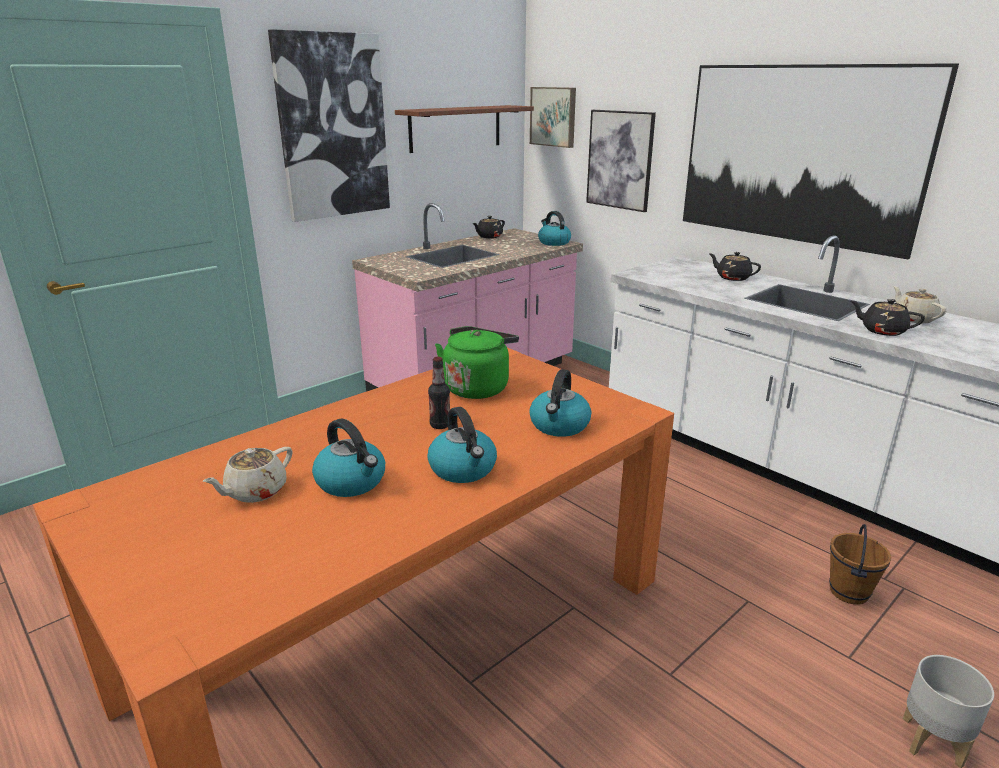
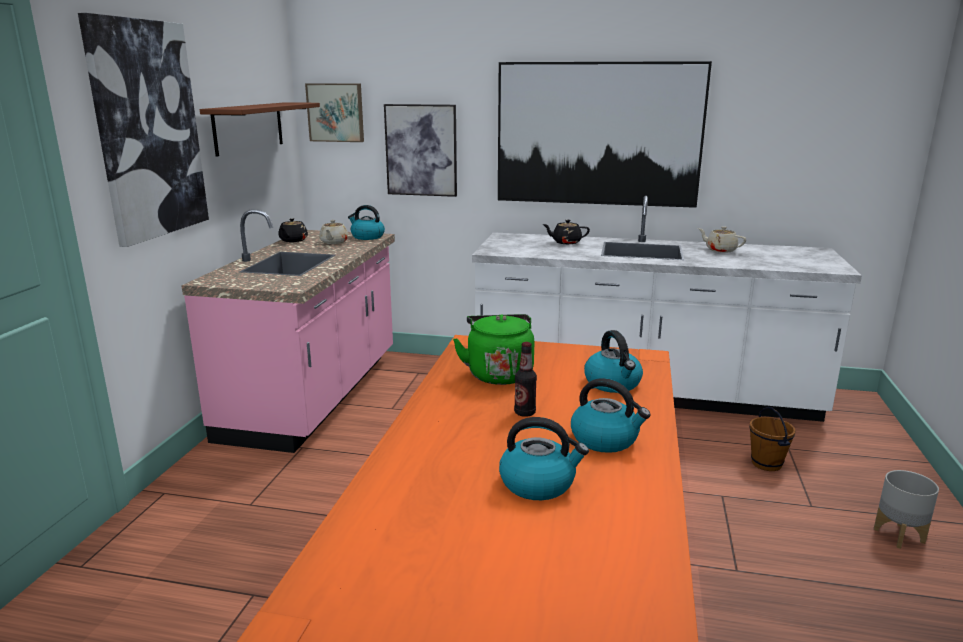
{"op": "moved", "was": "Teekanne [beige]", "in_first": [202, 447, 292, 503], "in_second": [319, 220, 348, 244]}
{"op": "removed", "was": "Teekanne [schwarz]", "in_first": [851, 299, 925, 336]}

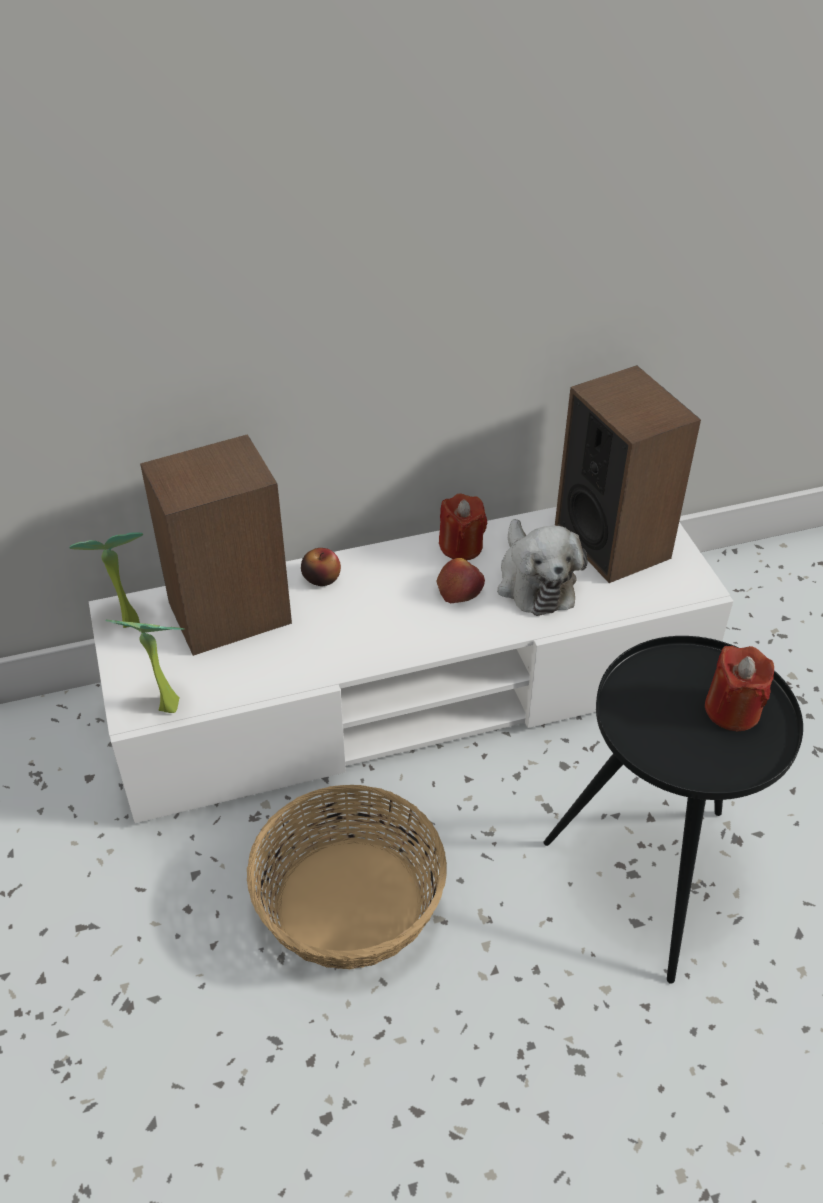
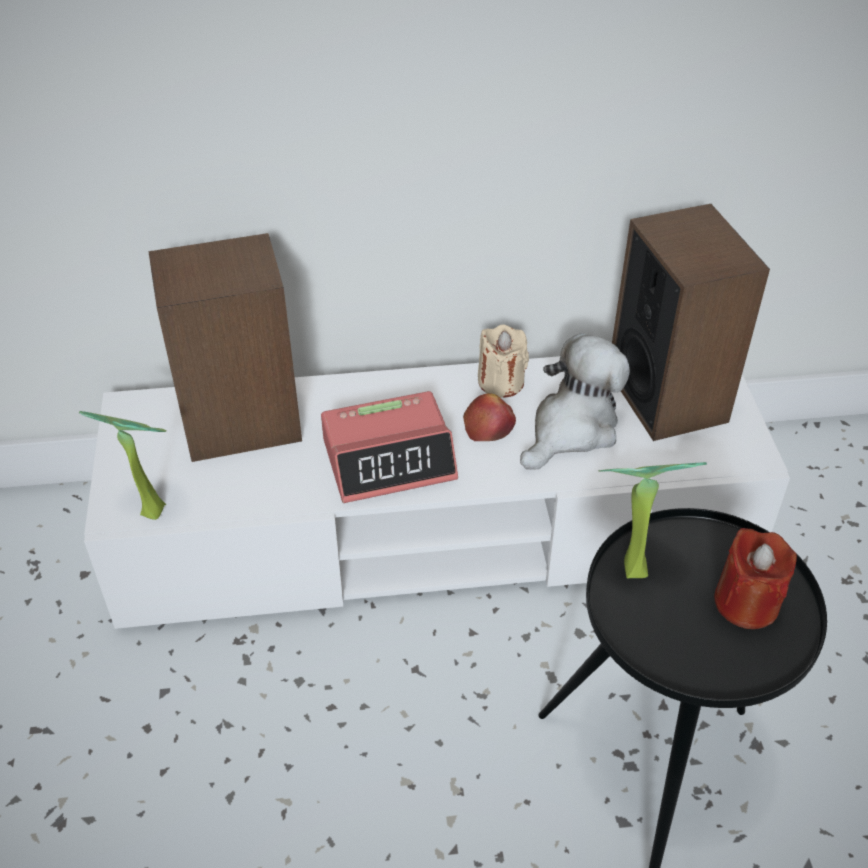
{"op": "added", "now": "Wecker", "in_second": [321, 391, 458, 503]}
{"op": "recoloured", "was": "Kerze [rot]", "now": "Kerze [beige]", "in_first": [439, 493, 487, 560], "in_second": [478, 324, 529, 398]}
{"op": "turned", "was": "Plüschtier", "in_first": [497, 519, 588, 616], "in_second": [520, 333, 630, 470], "clockwise": -135}
{"op": "moved", "was": "Topfpflanze", "in_first": [69, 532, 143, 628], "in_second": [598, 462, 707, 578]}
{"op": "removed", "was": "Korb", "in_first": [247, 785, 447, 969]}
{"op": "removed", "was": "Apfel", "in_first": [301, 548, 341, 586]}

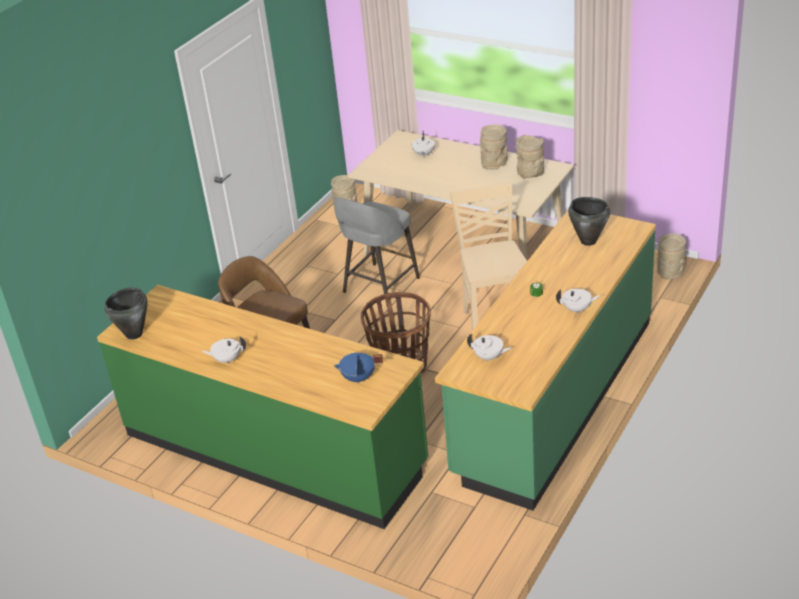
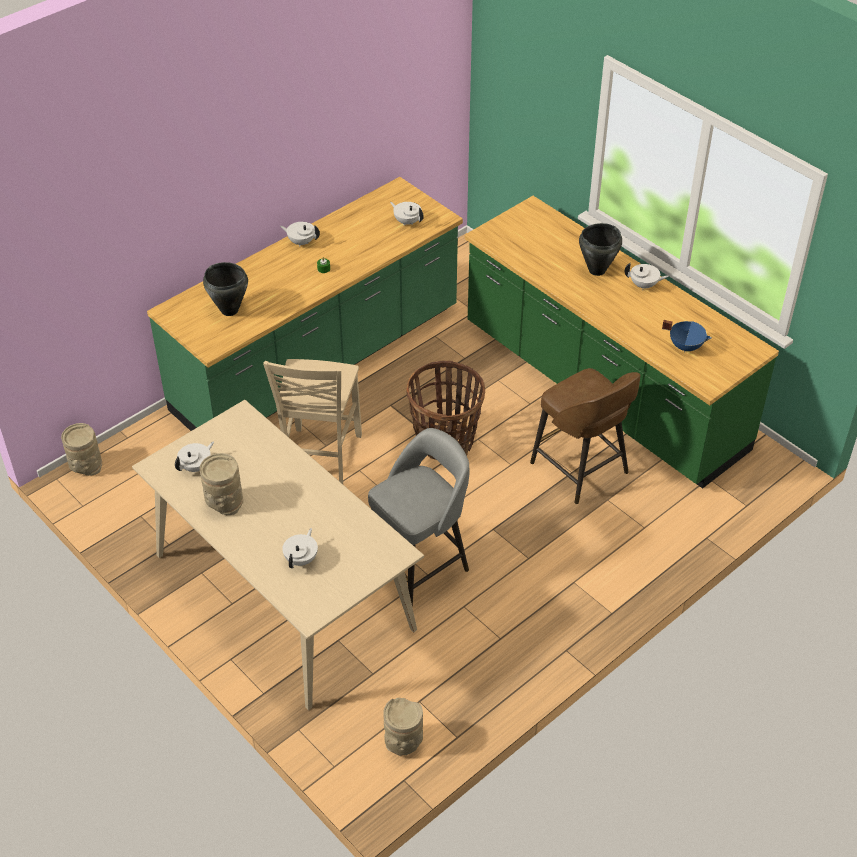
{"op": "replaced", "was": "Vase [beige]", "now": "Teekanne [weiß]", "in_first": [516, 135, 544, 178], "in_second": [175, 441, 214, 472]}
{"op": "moved", "was": "Kochtopf [schwarz]", "in_first": [105, 287, 147, 339], "in_second": [579, 223, 622, 276]}
{"op": "moved", "was": "Kochtopf [blau]", "in_first": [334, 353, 383, 384], "in_second": [662, 320, 712, 352]}

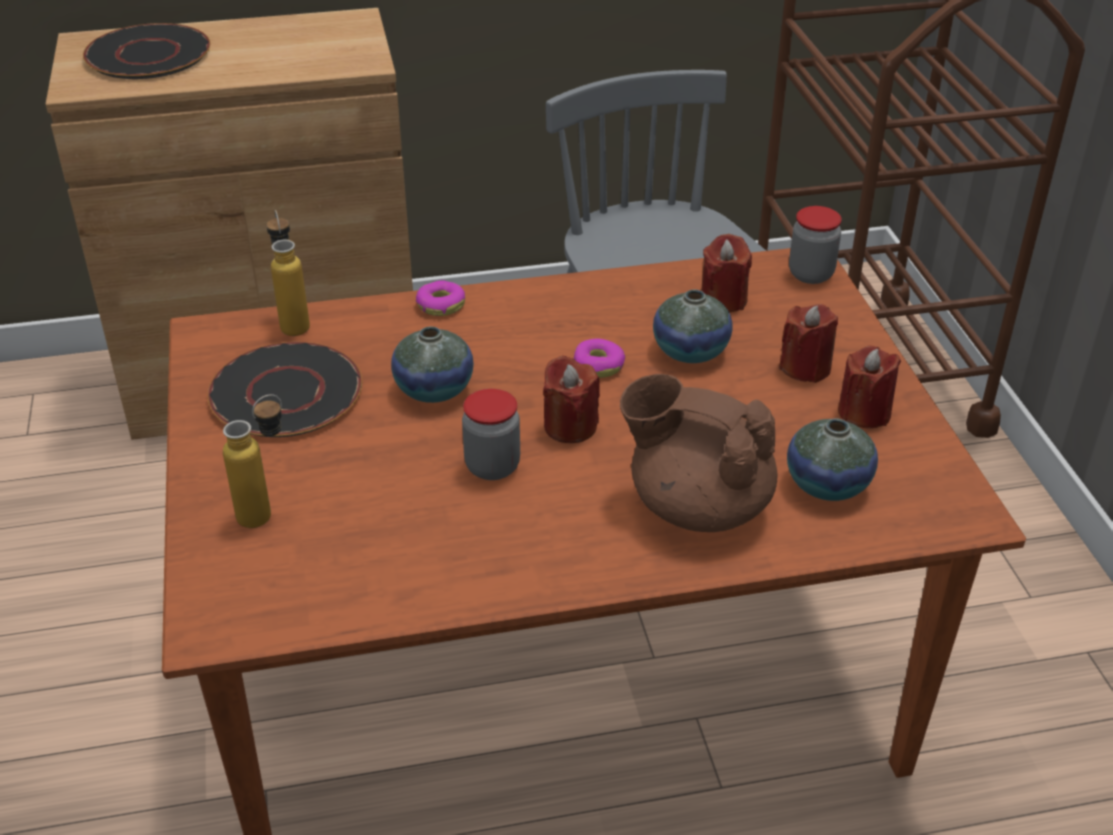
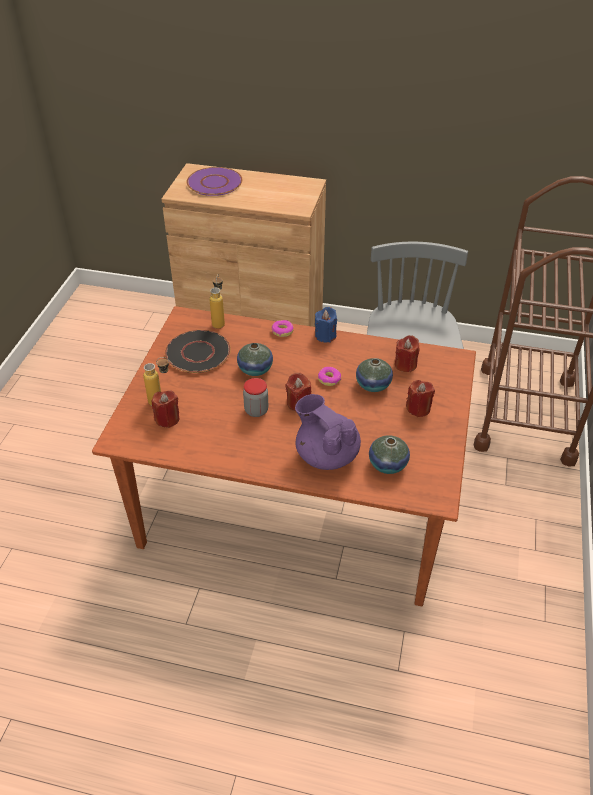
{"op": "moved", "was": "Kerze [rot]", "in_first": [838, 345, 901, 428], "in_second": [151, 390, 180, 428]}
{"op": "recoloured", "was": "Teller [schwarz]", "now": "Teller [lila]", "in_first": [83, 23, 210, 79], "in_second": [186, 167, 243, 196]}
{"op": "recoloured", "was": "Teekanne [braun]", "now": "Teekanne [lila]", "in_first": [620, 374, 777, 532], "in_second": [295, 394, 361, 470]}
{"op": "added", "now": "Kerze [blau]", "in_second": [315, 307, 337, 342]}
{"op": "removed", "was": "Vorratsglas", "in_first": [789, 206, 842, 284]}

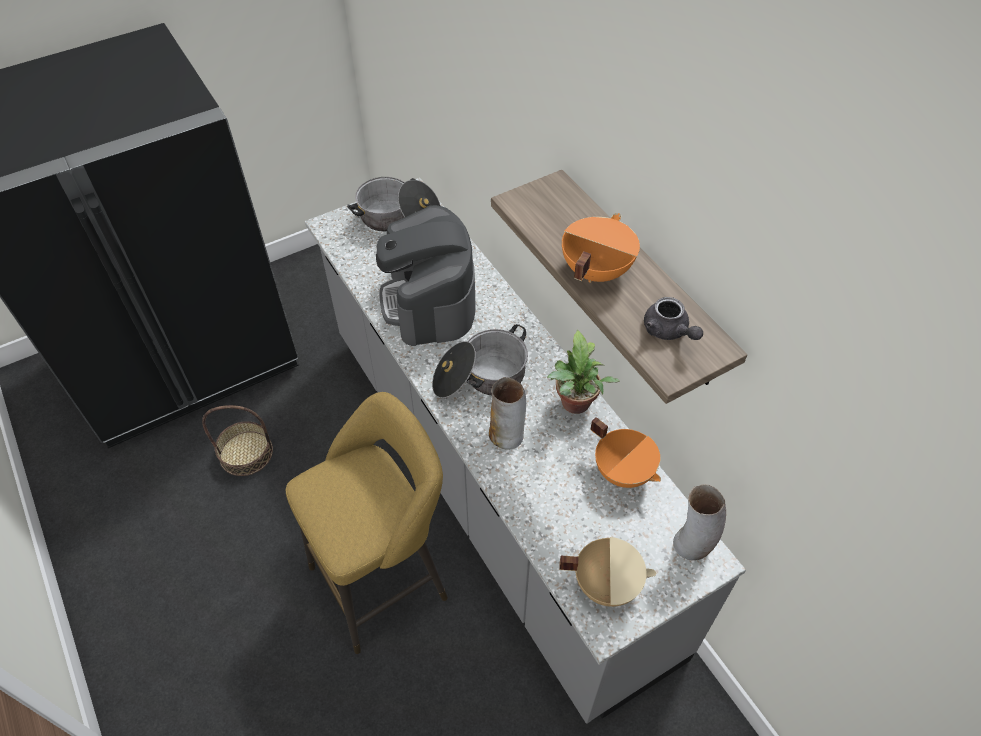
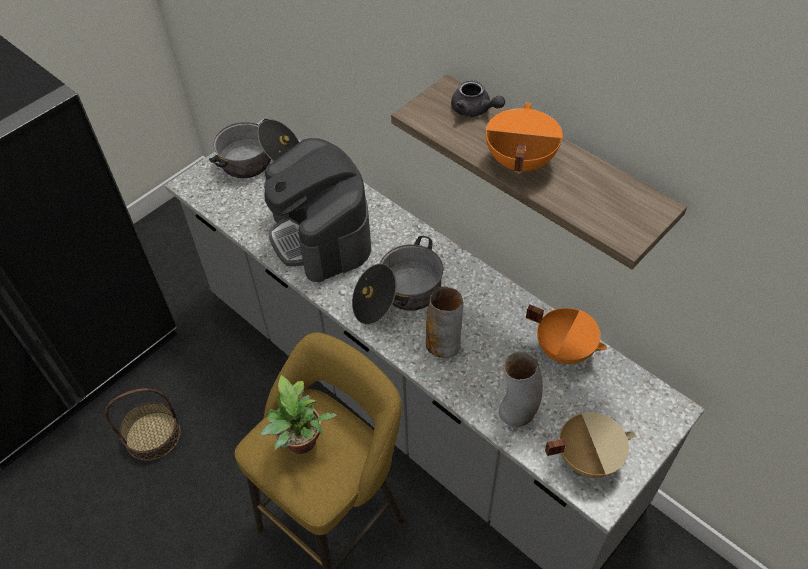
{"op": "moved", "was": "Topfpflanze", "in_first": [547, 330, 620, 414], "in_second": [260, 374, 337, 454]}
{"op": "moved", "was": "Teekanne [grau]", "in_first": [644, 297, 703, 340], "in_second": [451, 80, 505, 117]}
{"op": "moved", "was": "Vase", "in_first": [673, 484, 726, 560], "in_second": [499, 351, 543, 427]}

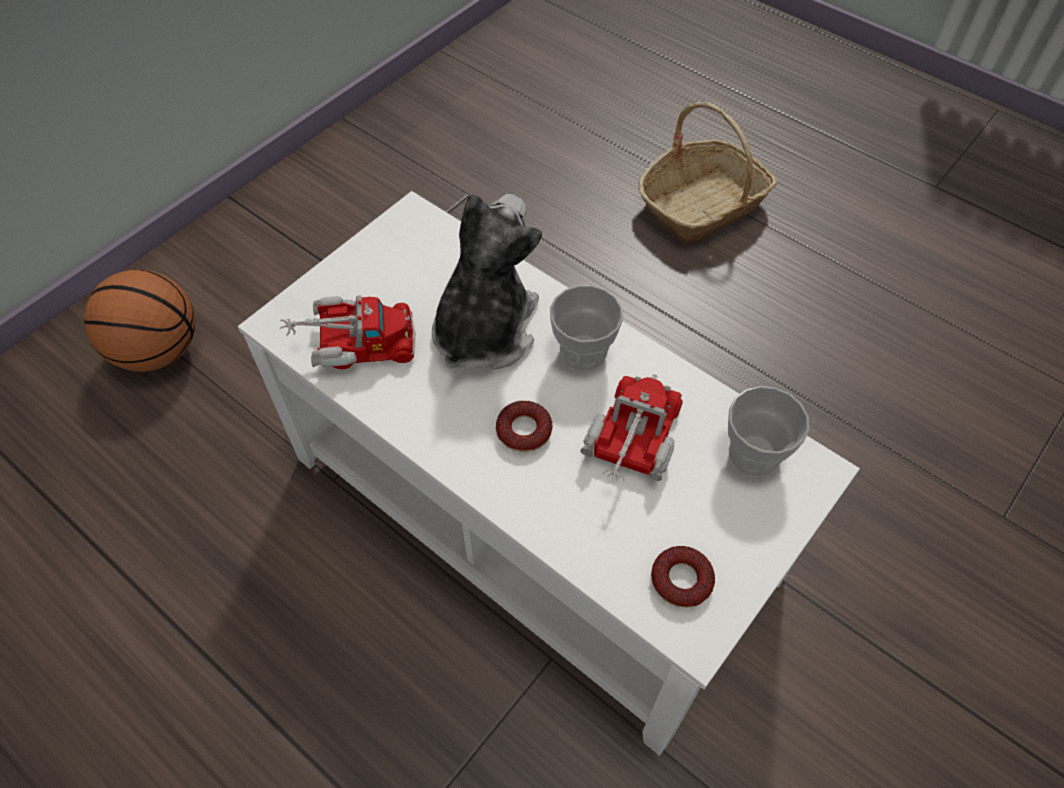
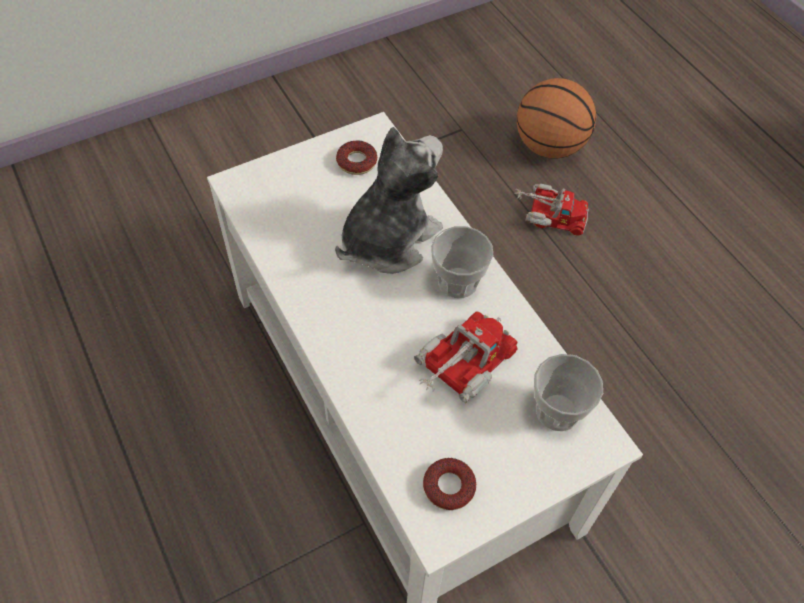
{"op": "moved", "was": "Donut", "in_first": [496, 401, 552, 452], "in_second": [336, 140, 377, 175]}
{"op": "moved", "was": "Spielzeuglaster", "in_first": [279, 295, 416, 369], "in_second": [514, 184, 589, 236]}
{"op": "moved", "was": "Basketball", "in_first": [84, 269, 195, 372], "in_second": [517, 78, 596, 158]}
{"op": "removed", "was": "Korb", "in_first": [638, 102, 777, 243]}

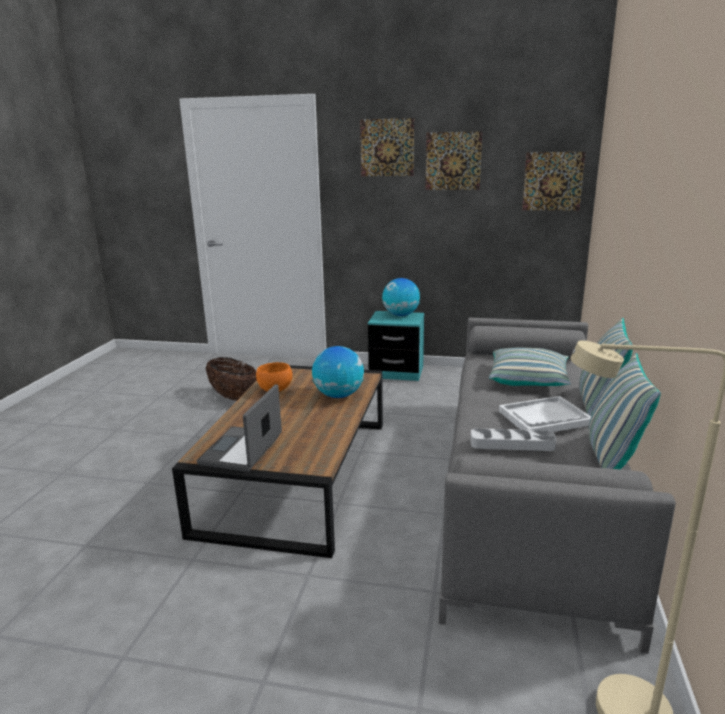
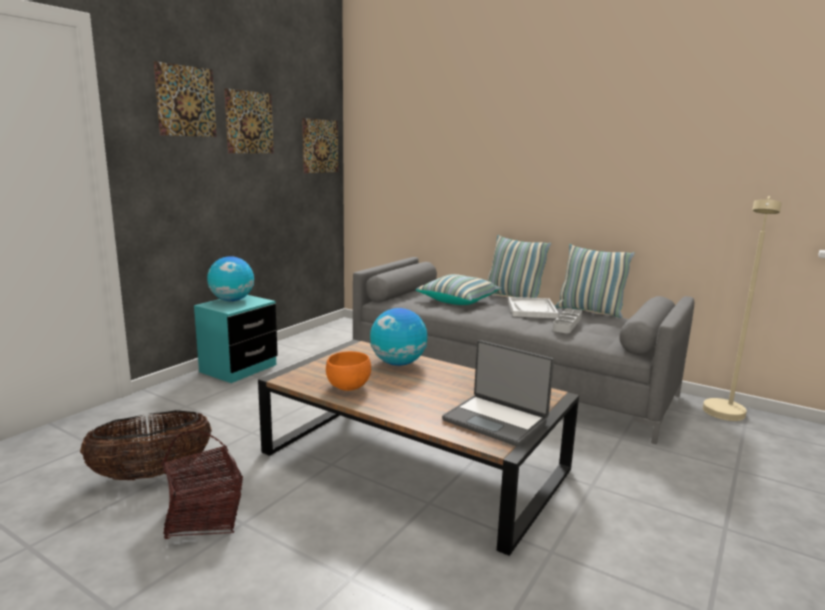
{"op": "added", "now": "Korb", "in_second": [161, 431, 243, 539]}

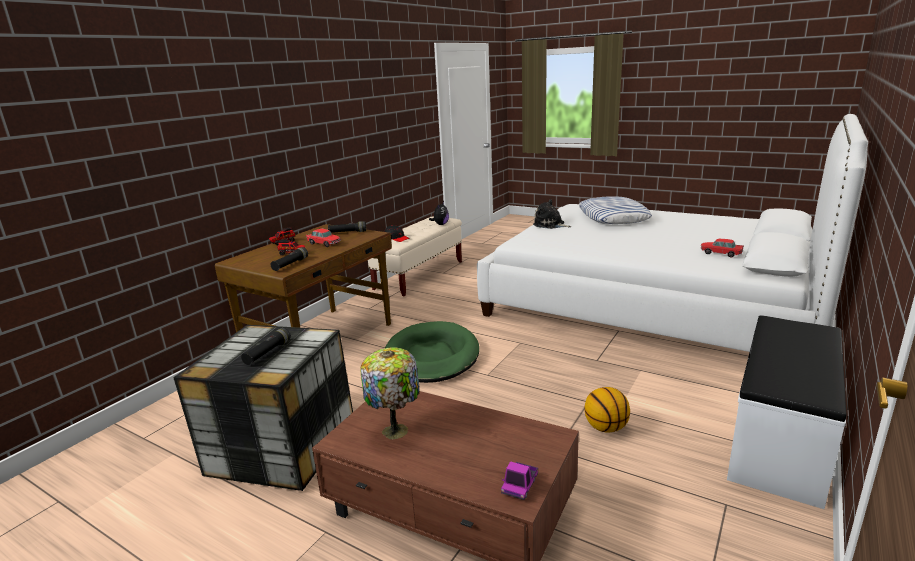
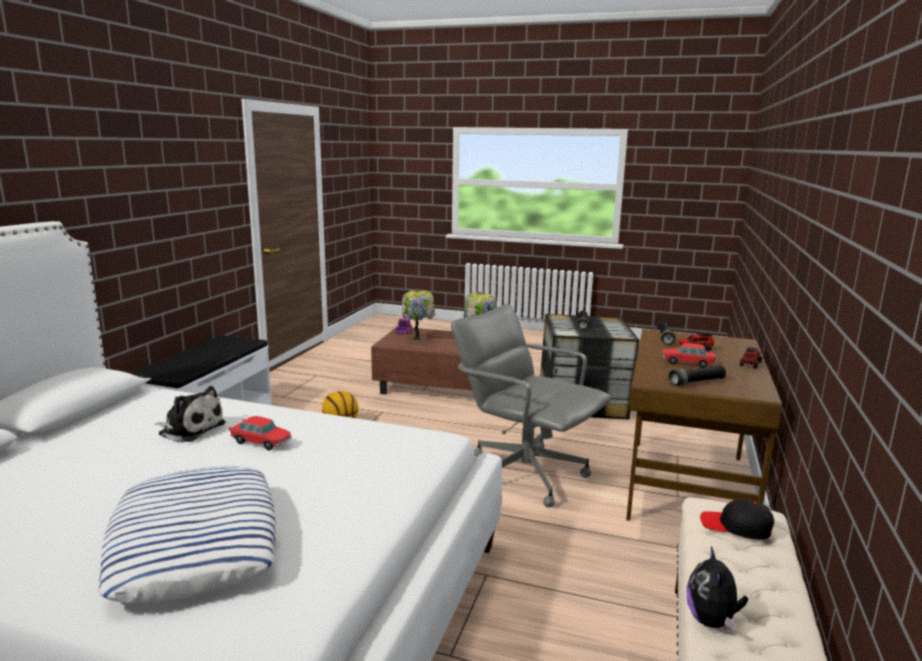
{"op": "moved", "was": "Plüschtier", "in_first": [533, 199, 572, 229], "in_second": [155, 386, 226, 442]}
{"op": "moved", "was": "Spielzeugauto", "in_first": [701, 239, 744, 257], "in_second": [229, 416, 291, 450]}
{"op": "added", "now": "Tischlampe", "in_second": [402, 289, 435, 342]}
{"op": "replaced", "was": "Hundebett [grün]", "now": "Bürostuhl [grau]", "in_first": [385, 321, 479, 383], "in_second": [451, 304, 612, 507]}

